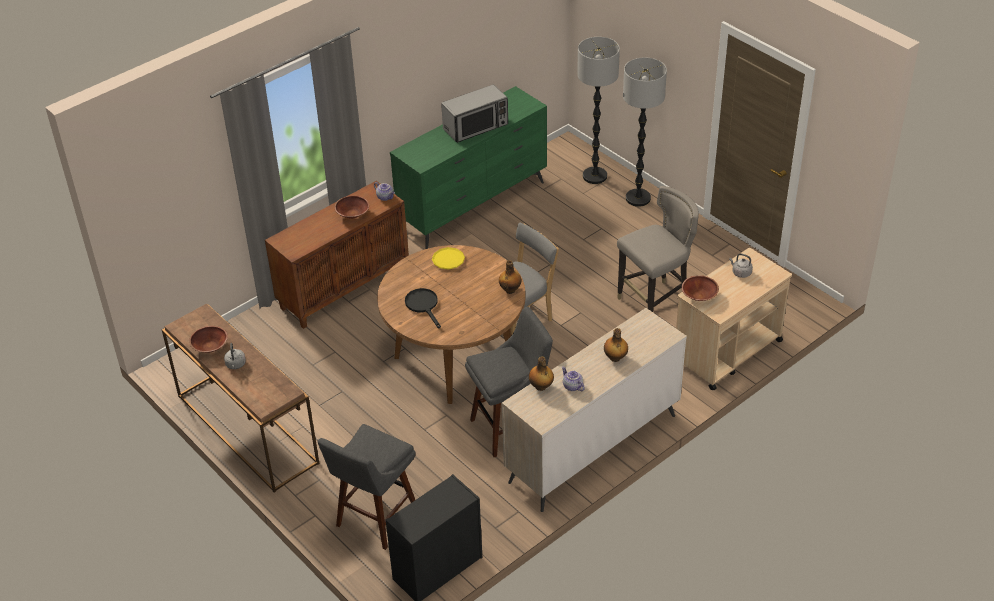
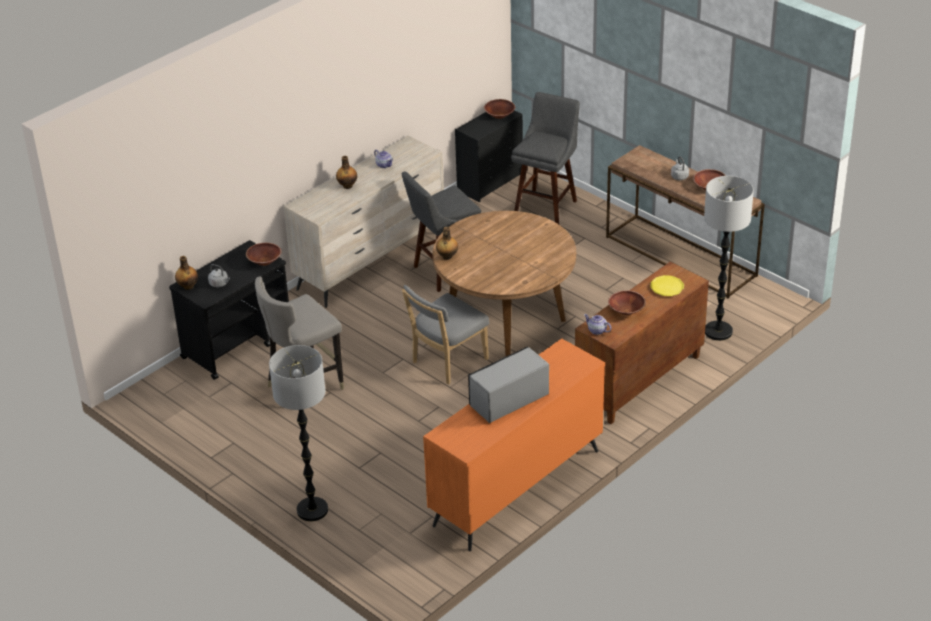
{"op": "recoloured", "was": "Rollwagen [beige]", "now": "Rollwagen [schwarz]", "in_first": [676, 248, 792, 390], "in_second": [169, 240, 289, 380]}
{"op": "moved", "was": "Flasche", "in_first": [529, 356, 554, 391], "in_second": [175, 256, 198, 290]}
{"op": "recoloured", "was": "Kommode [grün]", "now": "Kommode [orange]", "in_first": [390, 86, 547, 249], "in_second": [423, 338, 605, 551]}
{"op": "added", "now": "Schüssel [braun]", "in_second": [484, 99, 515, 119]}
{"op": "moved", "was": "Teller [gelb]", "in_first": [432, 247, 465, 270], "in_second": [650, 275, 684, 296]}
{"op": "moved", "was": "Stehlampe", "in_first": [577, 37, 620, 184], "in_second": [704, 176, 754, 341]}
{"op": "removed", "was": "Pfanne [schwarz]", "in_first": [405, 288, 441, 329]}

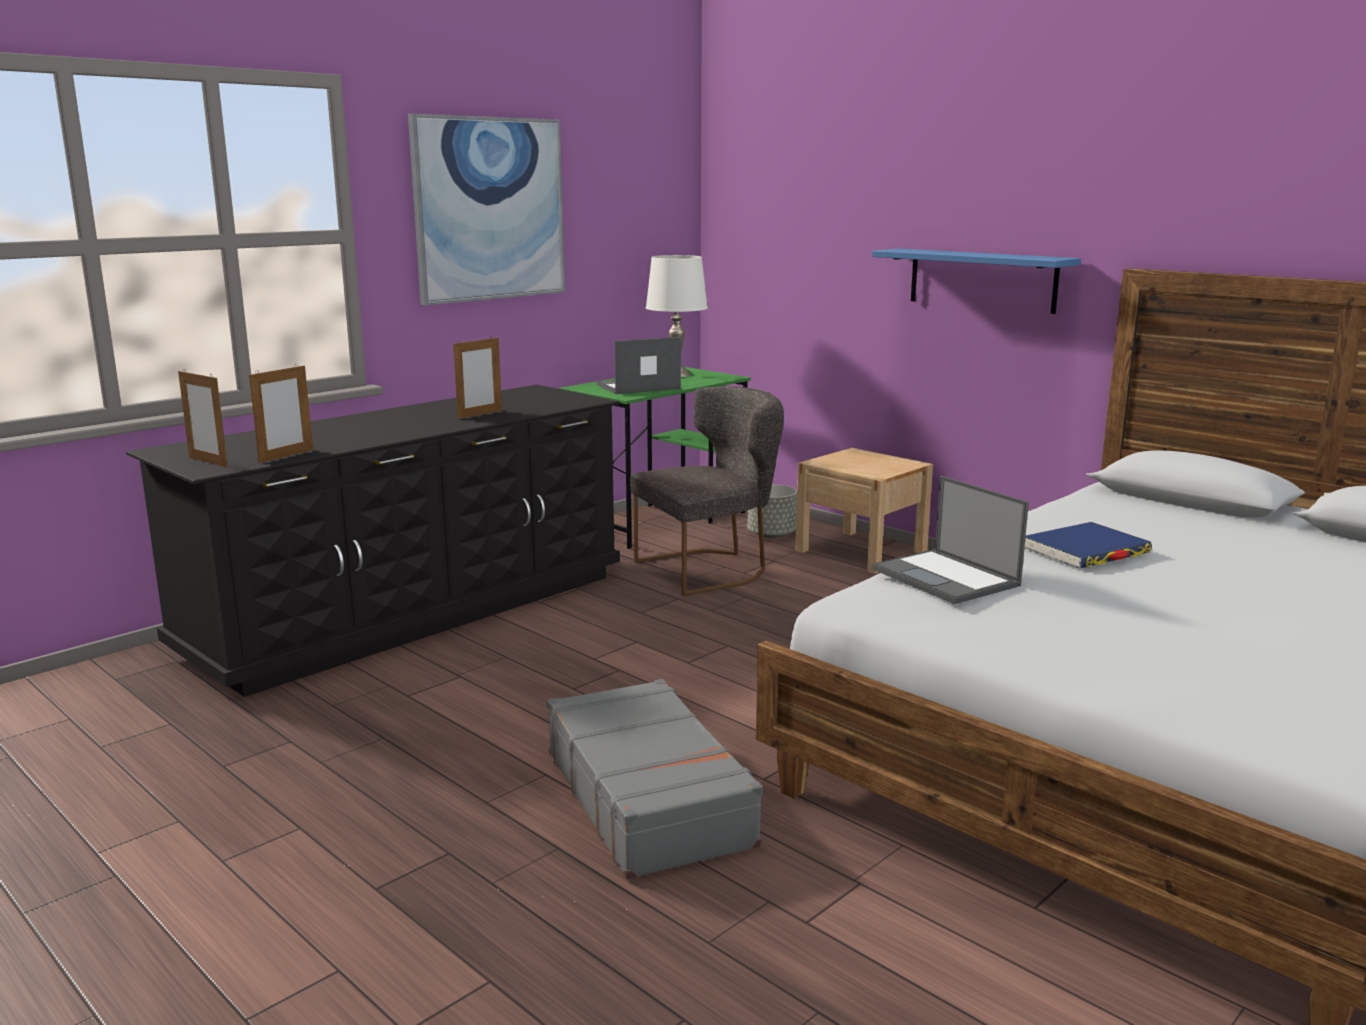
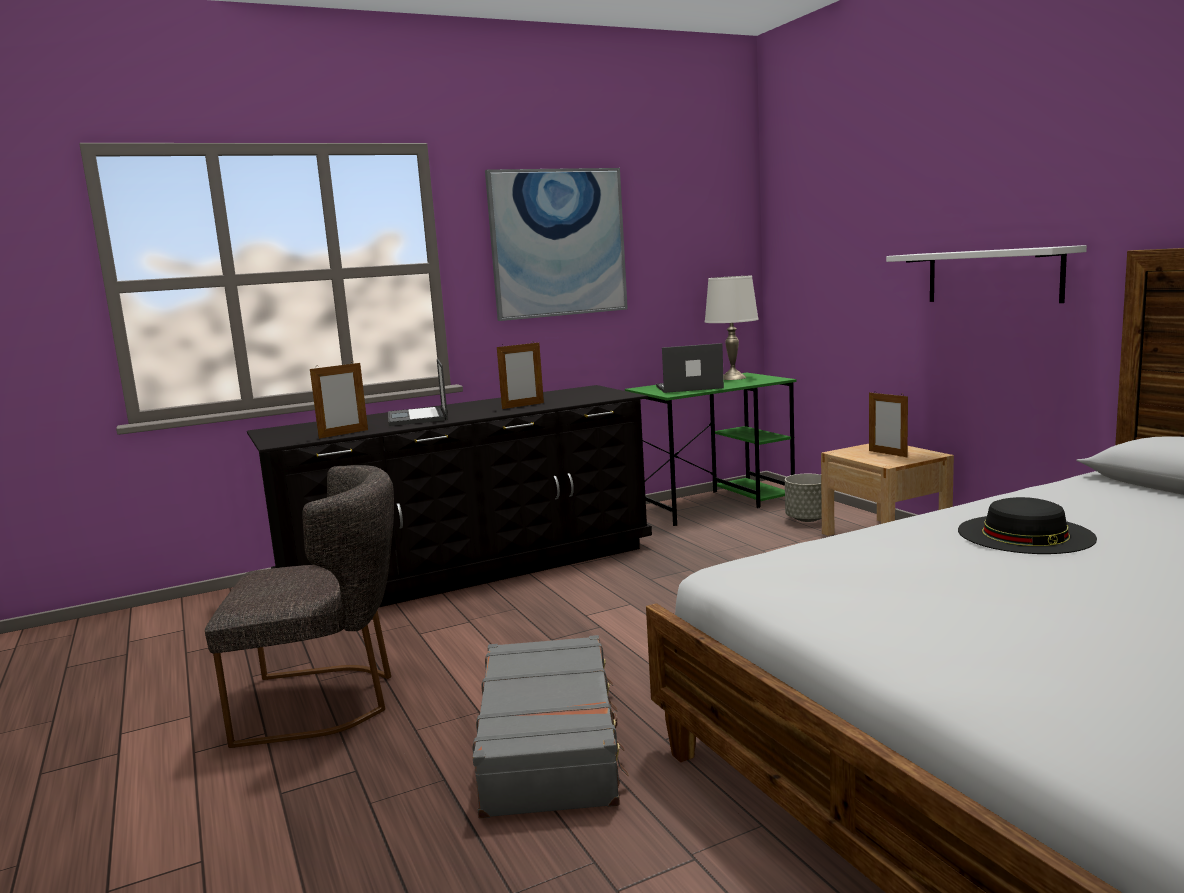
{"op": "moved", "was": "Stuhl [grau]", "in_first": [630, 386, 784, 596], "in_second": [205, 465, 394, 748]}
{"op": "moved", "was": "Laptop", "in_first": [872, 476, 1029, 604], "in_second": [388, 359, 448, 426]}
{"op": "moved", "was": "Bilderrahmen", "in_first": [178, 369, 228, 467], "in_second": [869, 392, 908, 457]}
{"op": "recoloured", "was": "Wandregal [blau]", "now": "Wandregal [weiß]", "in_first": [872, 249, 1081, 314], "in_second": [886, 245, 1087, 303]}
{"op": "replaced", "was": "Buch [blau]", "now": "Hut [schwarz]", "in_first": [1024, 522, 1152, 568], "in_second": [958, 497, 1097, 554]}

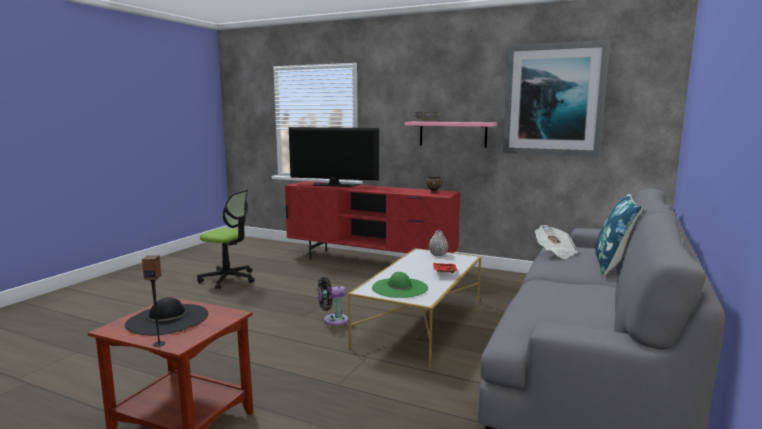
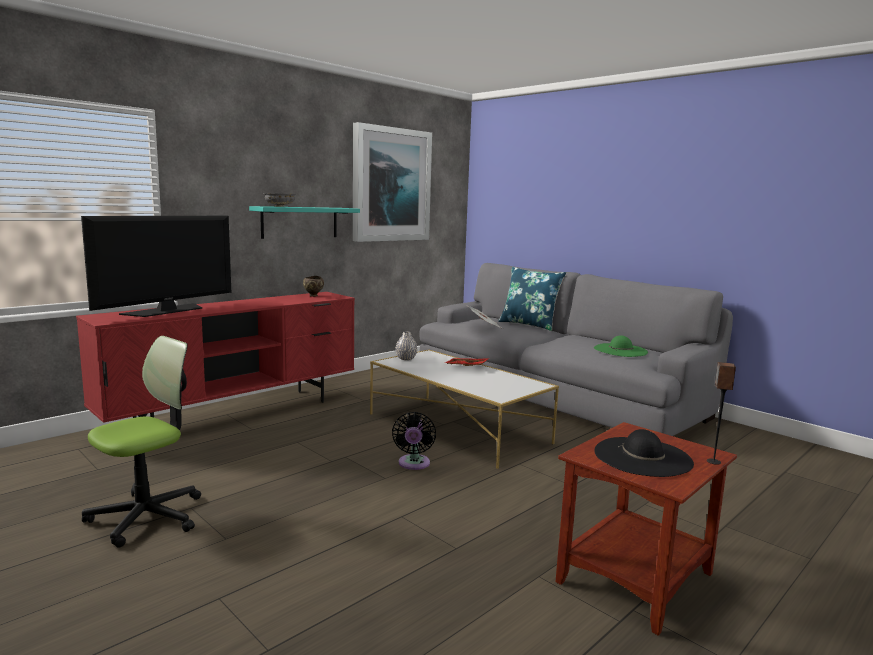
{"op": "recoloured", "was": "Wandregal [rosa]", "now": "Wandregal [türkis]", "in_first": [405, 122, 497, 148], "in_second": [249, 206, 360, 239]}
{"op": "moved", "was": "Hut [grün]", "in_first": [372, 272, 428, 298], "in_second": [594, 336, 648, 357]}

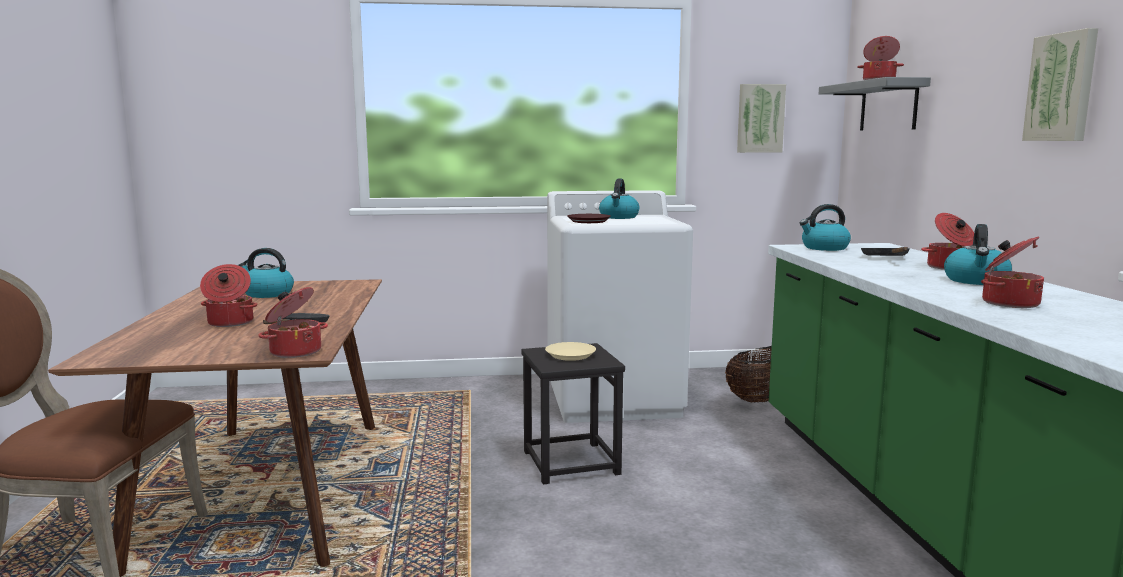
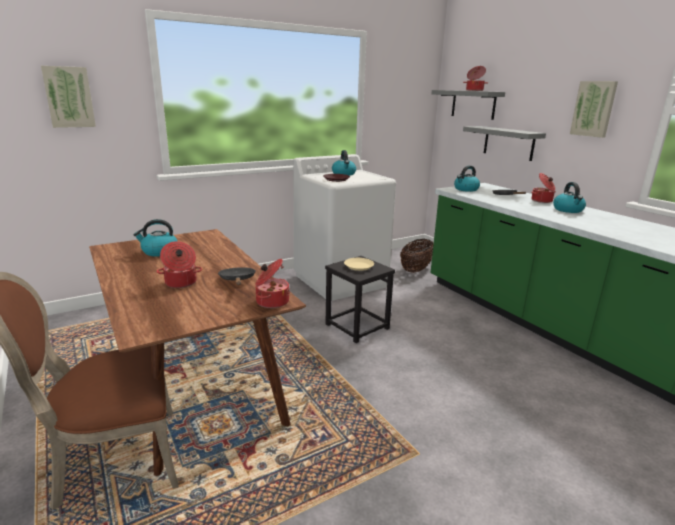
{"op": "moved", "was": "Bild", "in_first": [737, 84, 786, 153], "in_second": [41, 66, 96, 128]}
{"op": "added", "now": "Wandregal [grau]", "in_second": [463, 126, 546, 161]}
{"op": "removed", "was": "Kochtopf", "in_first": [981, 237, 1044, 308]}

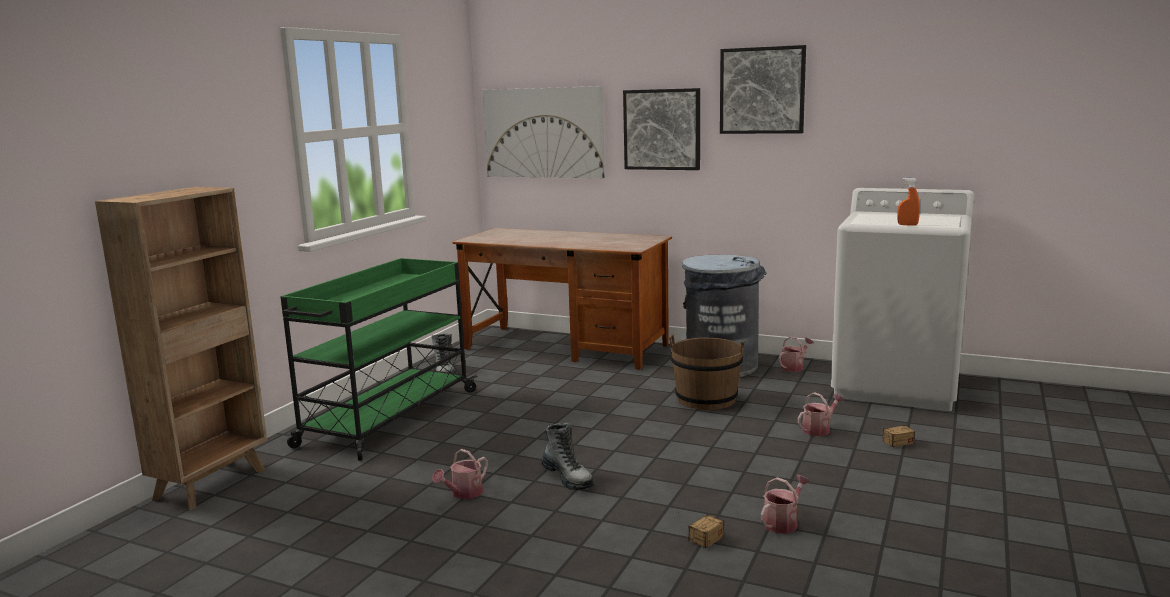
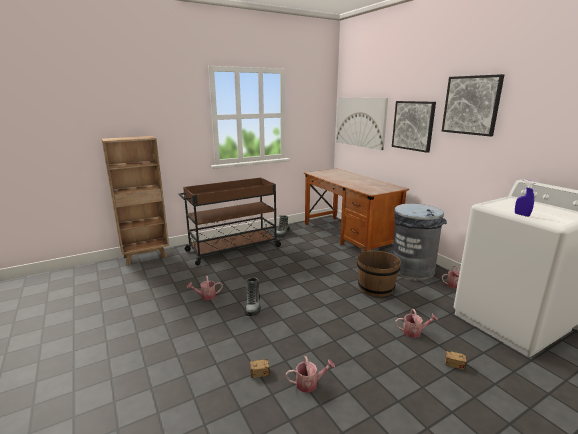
{"op": "recoloured", "was": "Rollwagen [grün]", "now": "Rollwagen [braun]", "in_first": [281, 258, 478, 461], "in_second": [178, 178, 282, 265]}
{"op": "recoloured", "was": "Sprühflasche [orange]", "now": "Sprühflasche [blau]", "in_first": [897, 178, 920, 226], "in_second": [515, 179, 535, 217]}

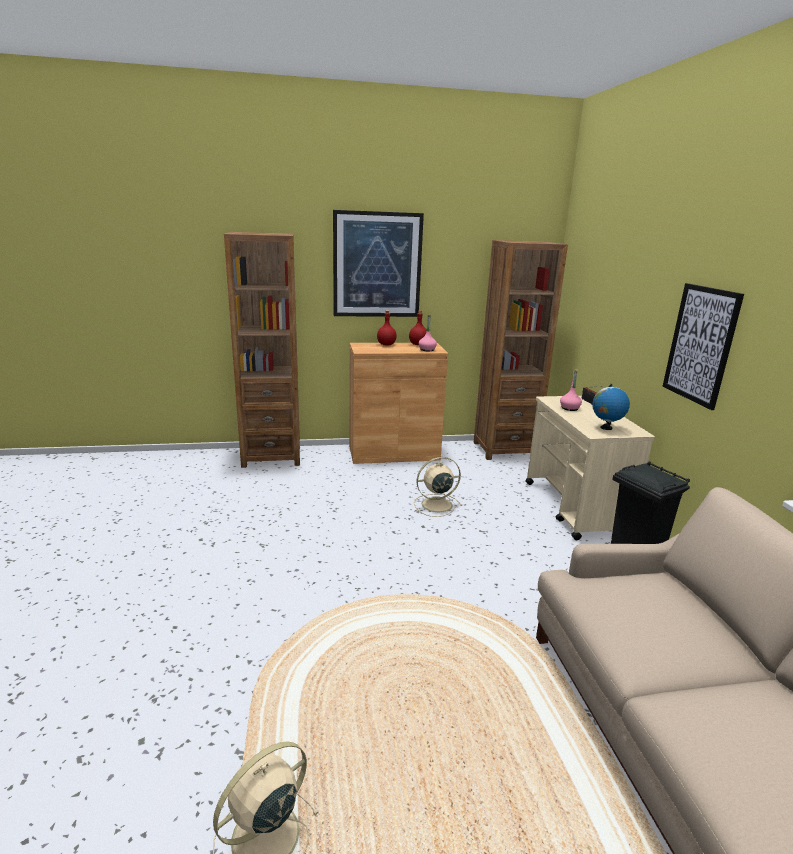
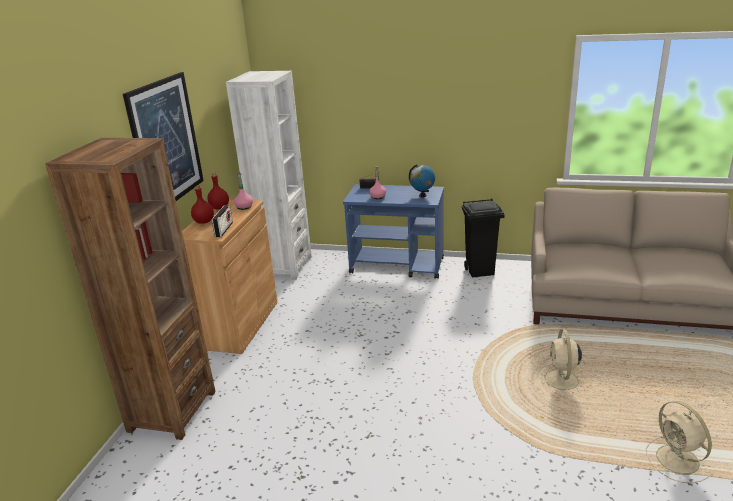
{"op": "added", "now": "Radio", "in_second": [212, 205, 233, 237]}
{"op": "recoloured", "was": "Bücherregal [braun]", "now": "Bücherregal [weiß]", "in_first": [474, 240, 568, 460], "in_second": [226, 71, 312, 280]}
{"op": "recoloured", "was": "Rollwagen [beige]", "now": "Rollwagen [blau]", "in_first": [525, 396, 655, 540], "in_second": [343, 184, 444, 279]}
{"op": "moved", "was": "Ventilator [beige]", "in_first": [414, 457, 462, 517], "in_second": [537, 329, 587, 396]}
{"op": "removed", "was": "Bild", "in_first": [662, 283, 744, 410]}

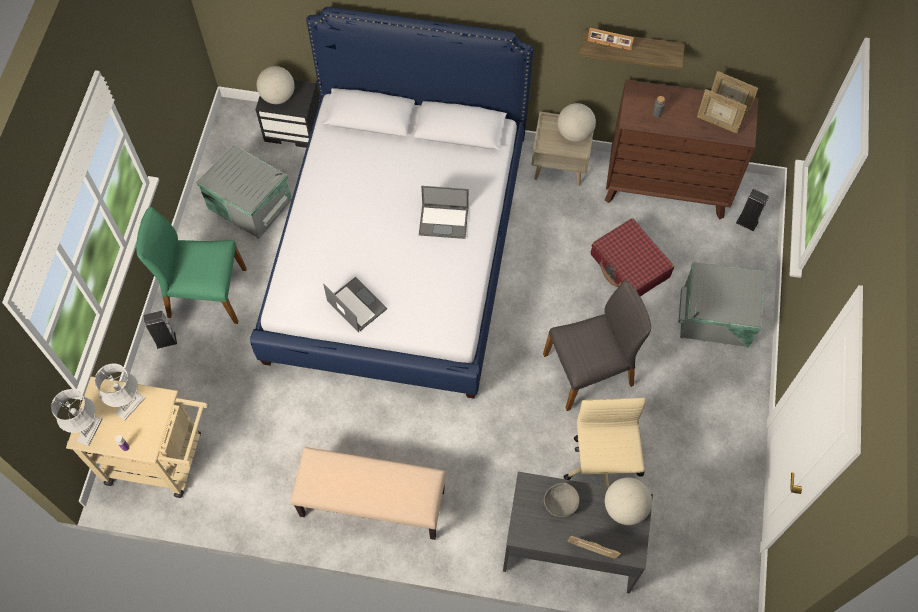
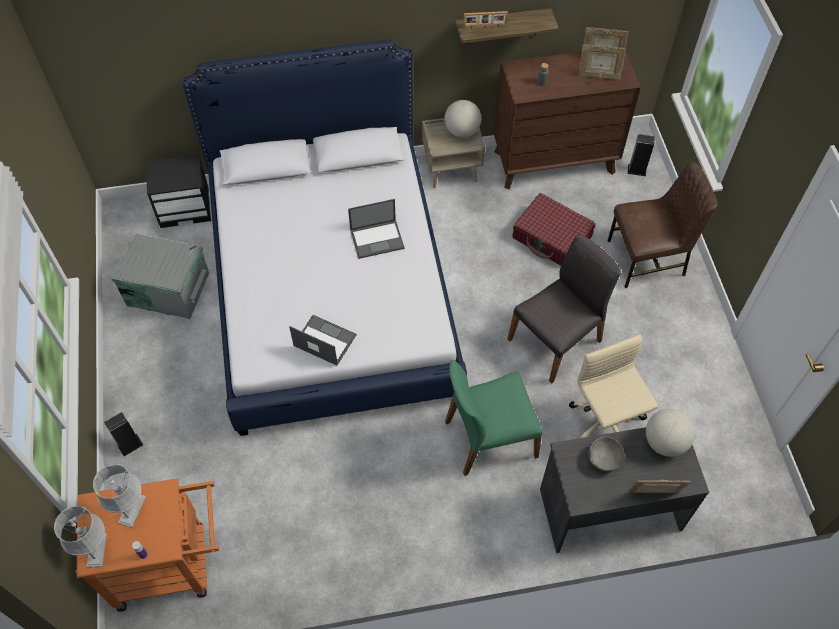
{"op": "recoloured", "was": "Rollwagen [beige]", "now": "Rollwagen [orange]", "in_first": [66, 376, 208, 498], "in_second": [76, 478, 219, 612]}
{"op": "moved", "was": "Stuhl [grün]", "in_first": [136, 207, 247, 324], "in_second": [445, 360, 542, 476]}
{"op": "replaced", "was": "Aufbewahrungsbox [grau]", "now": "Stuhl [braun]", "in_first": [678, 262, 765, 348], "in_second": [607, 162, 718, 288]}
{"op": "removed", "was": "Globus", "in_first": [257, 66, 295, 104]}
{"op": "removed", "was": "Bank [beige]", "in_first": [290, 447, 446, 540]}

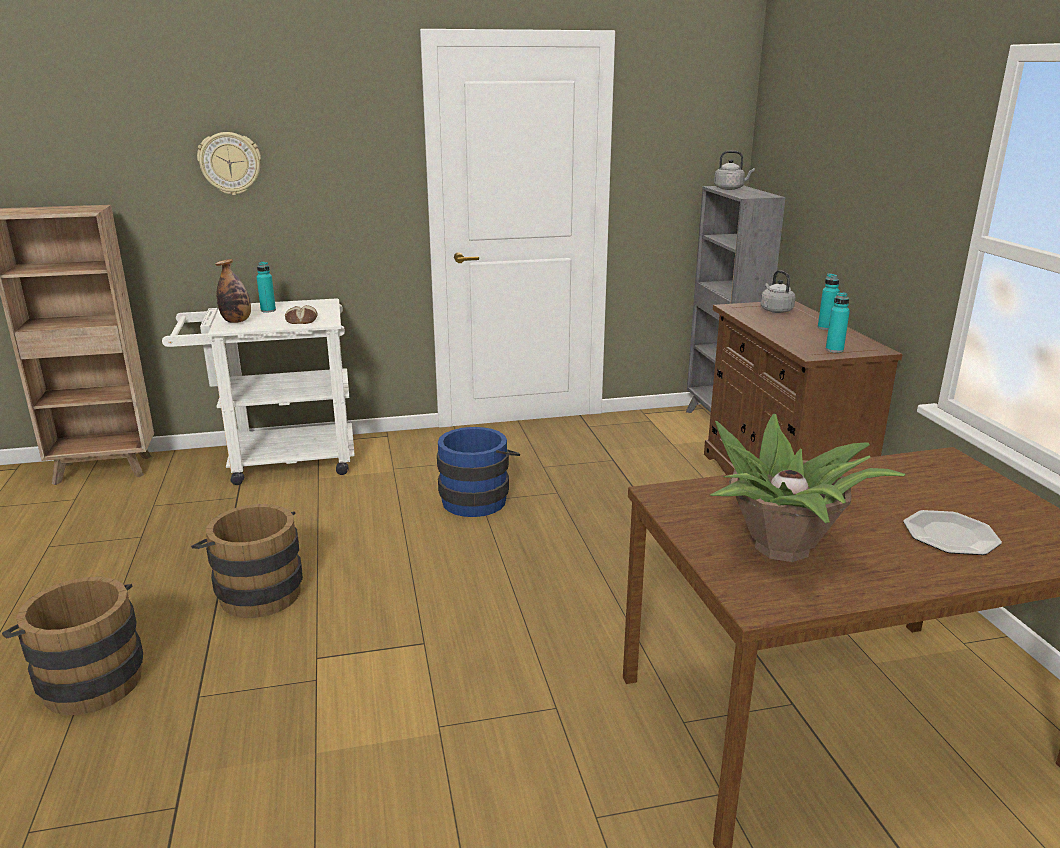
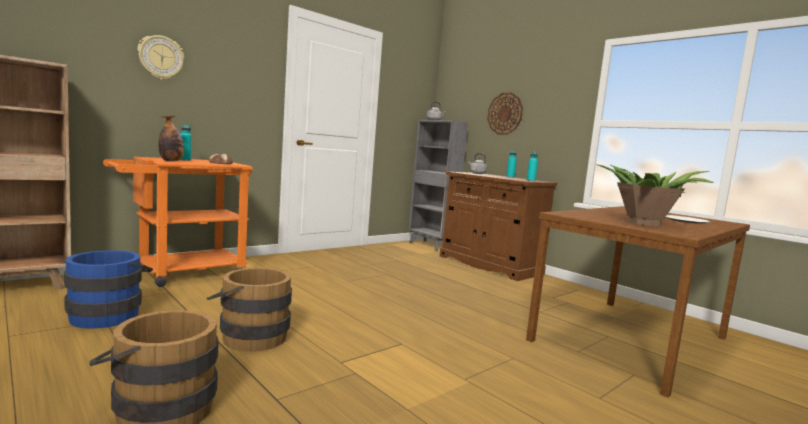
{"op": "moved", "was": "Eimer [blau]", "in_first": [437, 427, 520, 517], "in_second": [64, 250, 153, 329]}
{"op": "recoloured", "was": "Rollwagen [weiß]", "now": "Rollwagen [orange]", "in_first": [162, 298, 355, 485], "in_second": [103, 157, 253, 287]}
{"op": "added", "now": "Wanduhr", "in_second": [487, 93, 523, 135]}

